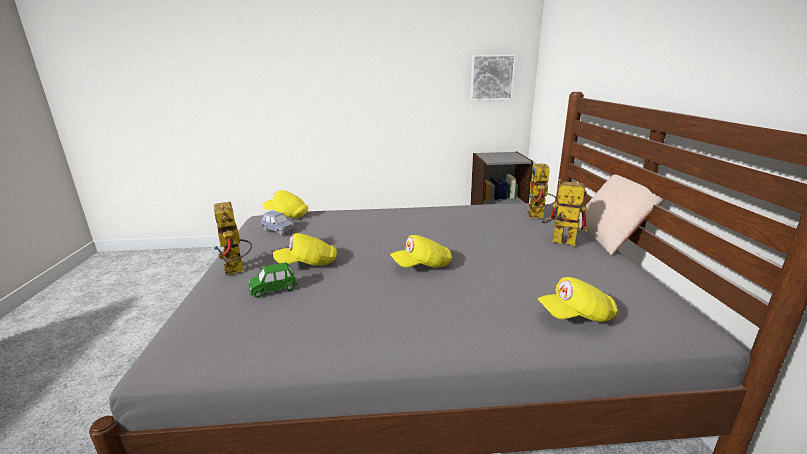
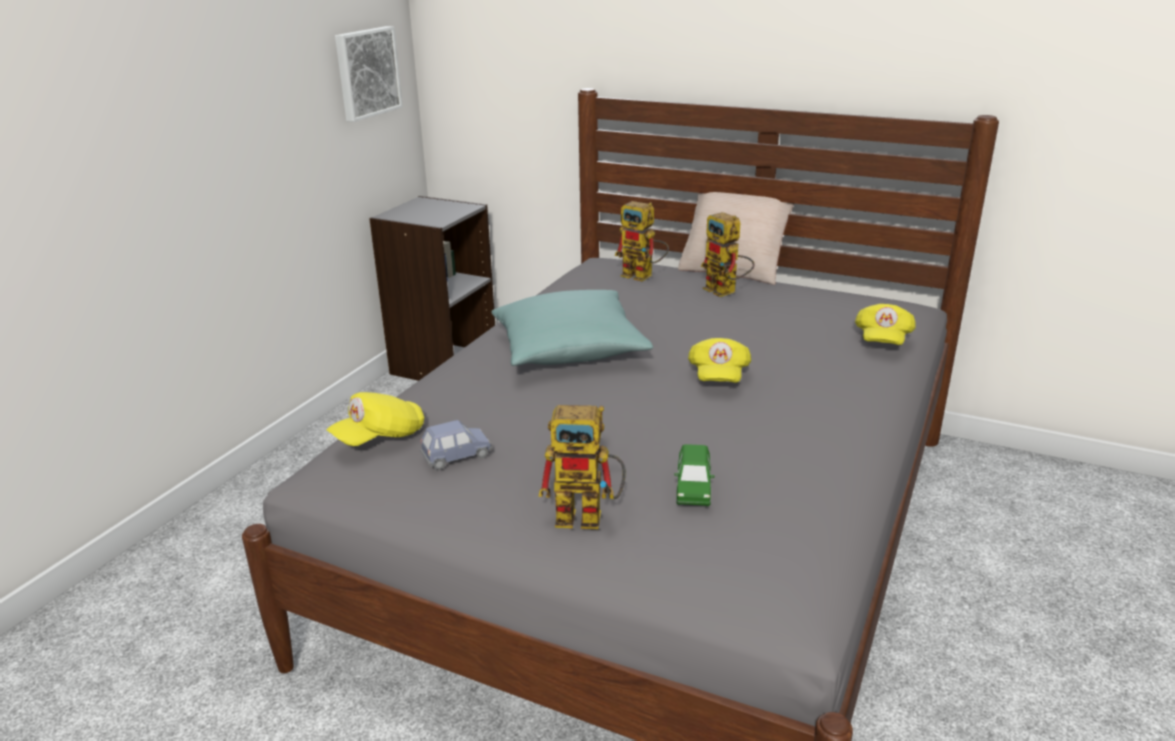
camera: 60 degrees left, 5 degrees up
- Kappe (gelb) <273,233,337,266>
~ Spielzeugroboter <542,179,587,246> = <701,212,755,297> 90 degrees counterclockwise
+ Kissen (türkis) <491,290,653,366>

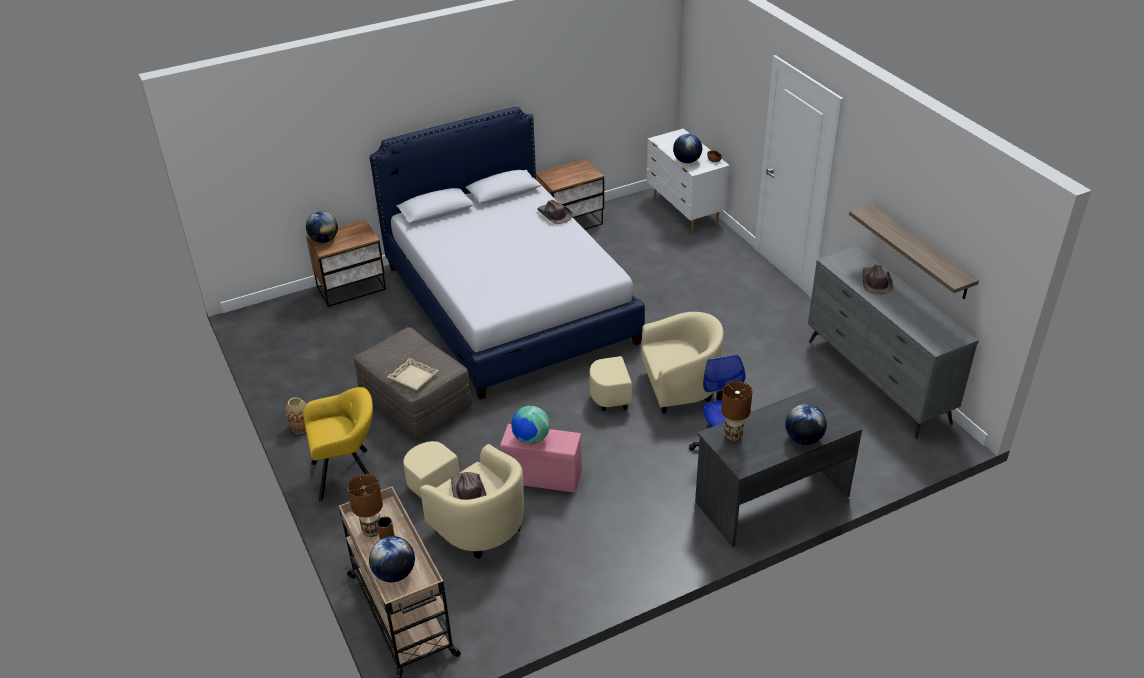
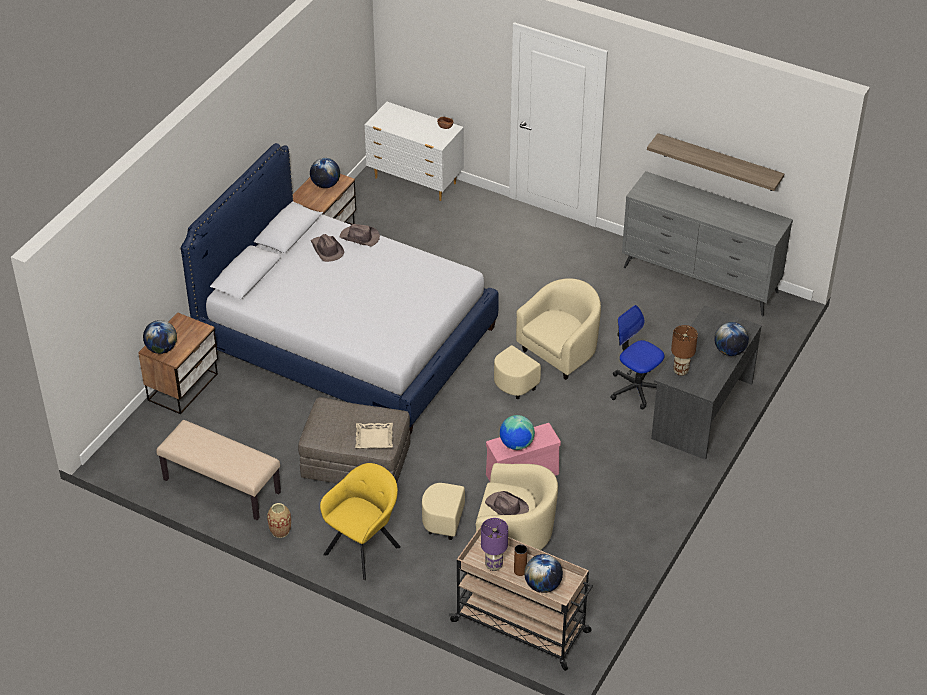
camera: 35 degrees left, 5 degrees up
~ Tischlampe (braun) <347,474,383,537> to Tischlampe (lila) <481,518,508,571>
~ Globus <673,134,702,163> to <310,158,340,188>
~ Hut (braun) <863,265,893,294> to <311,234,344,262>
+ Bank (beige) <156,420,281,520>

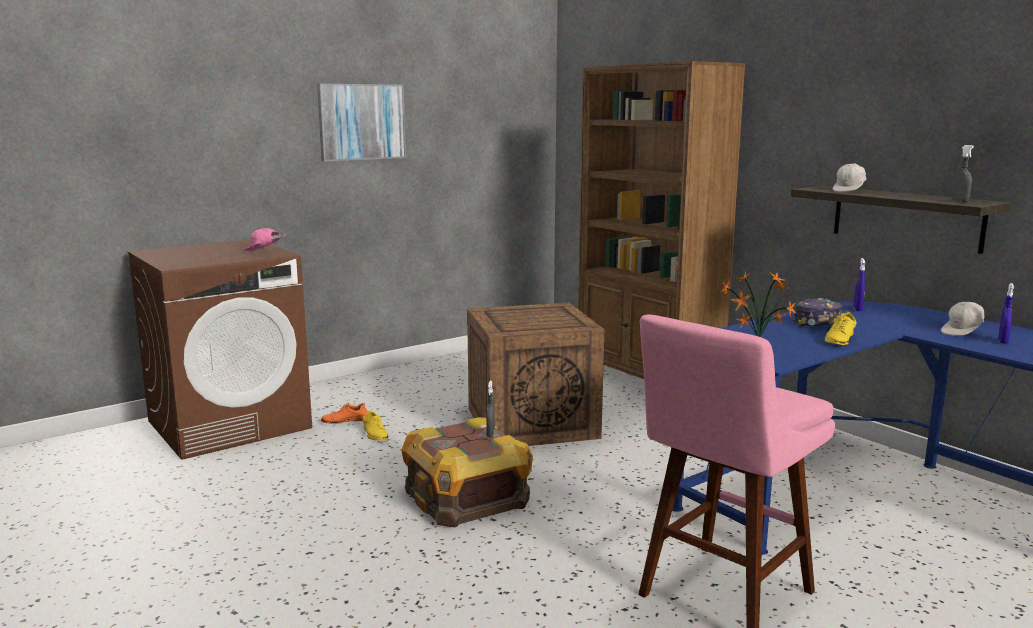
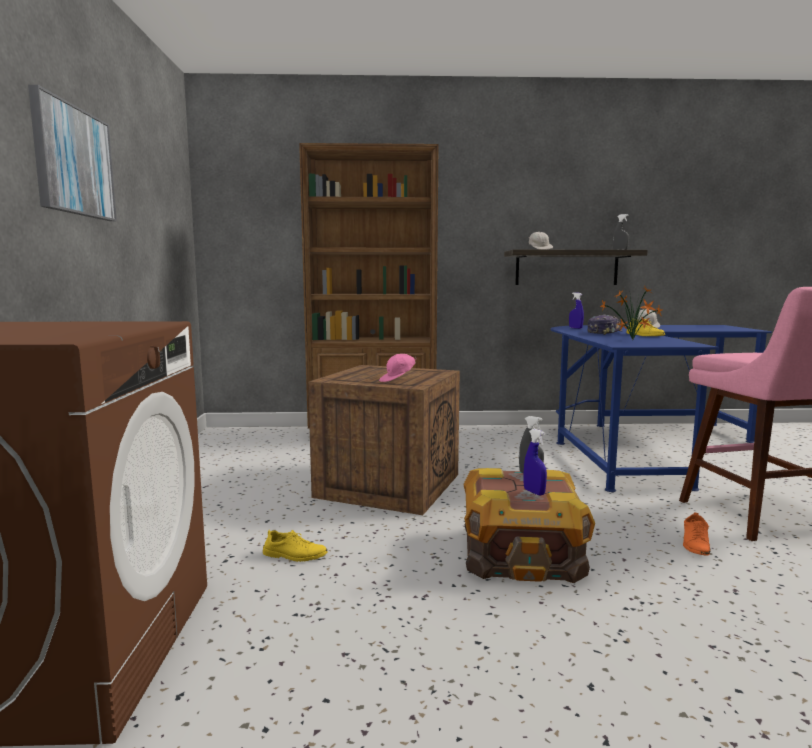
camera: 55 degrees left, 5 degrees down
~ Kappe (rosa) <243,228,285,252> to <379,354,417,382>
~ Schuh (orange) <321,403,368,424> to <683,512,711,556>
~ Sprühflasche (blau) <998,283,1014,344> to <524,429,547,496>

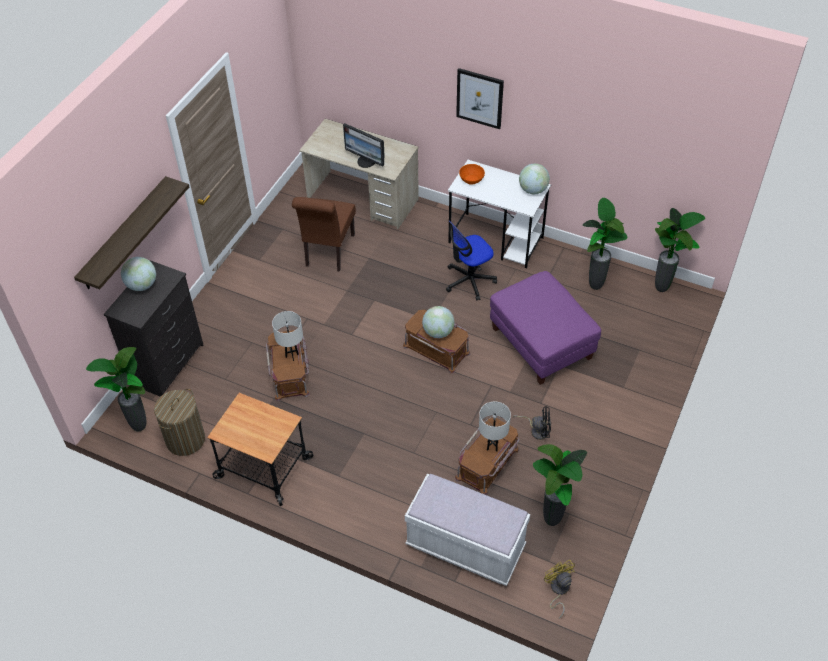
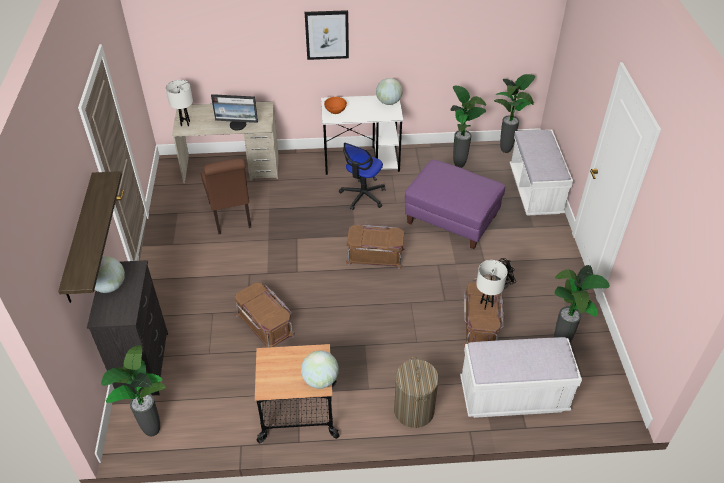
camera: 30 degrees left, 5 degrees down
~ Wäschekorb <154,389,205,456> to <394,357,439,428>
~ Tischlampe (weiß) <272,311,303,361> to <166,80,193,126>
~ Globus <422,306,455,338> to <301,351,339,389>
- Ventilator (gelb) <544,560,575,619>
+ Bank (weiß) <509,130,573,216>

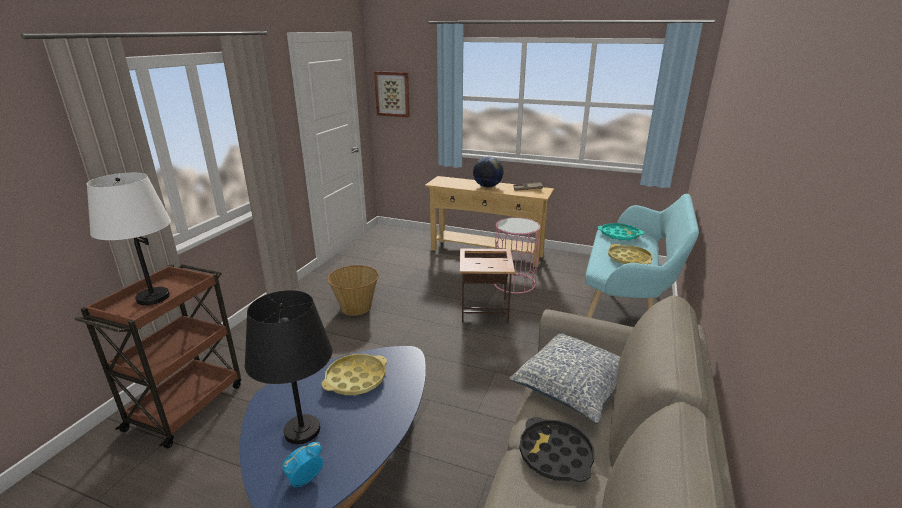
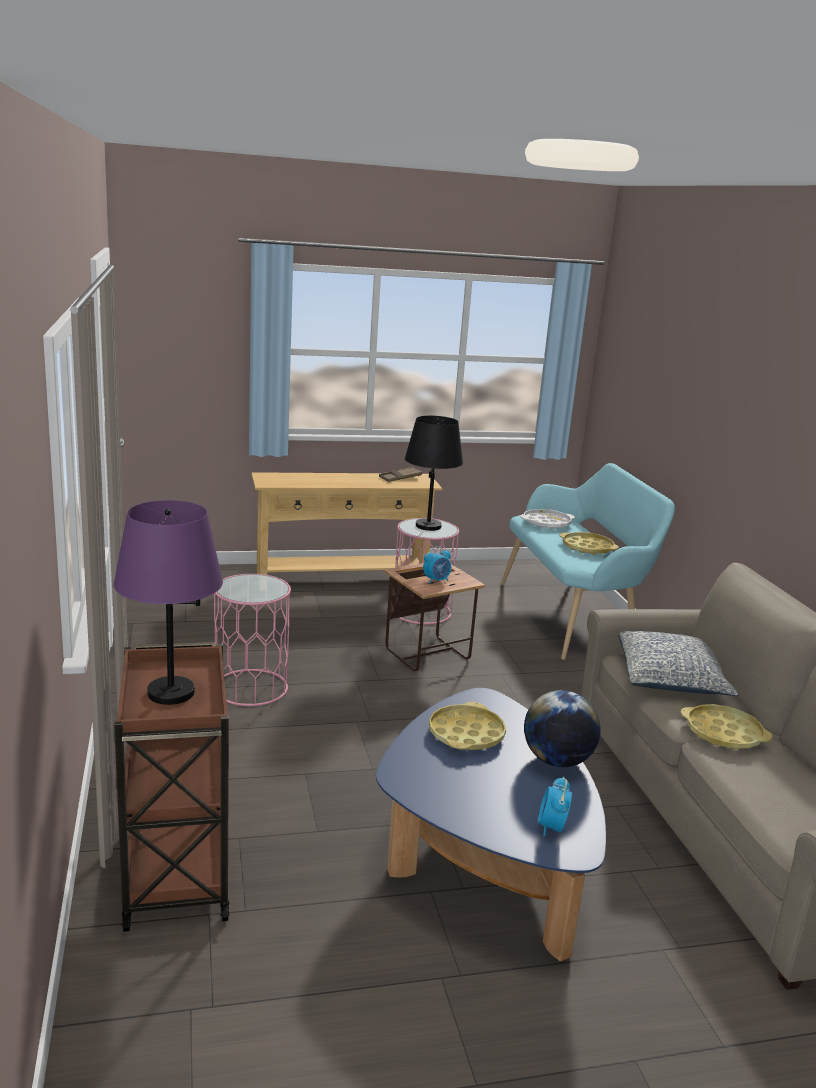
camera: 35 degrees left, 5 degrees down
~ Tischlampe (weiß) <87,173,171,305> to Tischlampe (lila) <114,500,223,705>
~ Tischlampe (schwarz) <245,290,332,444> to <405,416,463,531>
~ Korb <327,265,379,316> to Beistelltisch (rosa) <214,574,291,706>
- Bild <374,71,410,117>
~ Globus <473,156,504,187> to <524,690,601,767>
~ Tablett (schwarz) <519,417,595,482> to Tablett (gelb) <680,704,772,750>
~ Tablett (türkis) <598,223,644,241> to Tablett (weiß) <520,509,575,529>
+ Wecker <423,546,451,584>

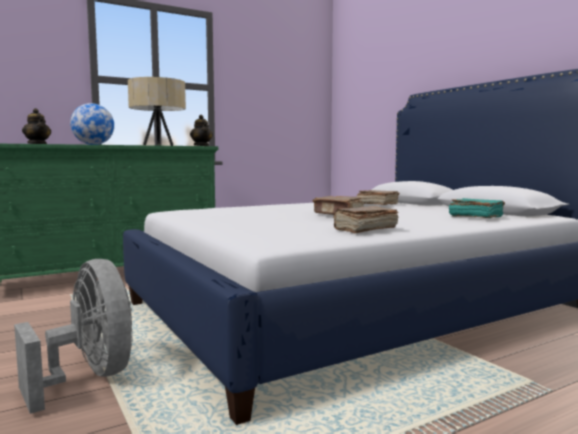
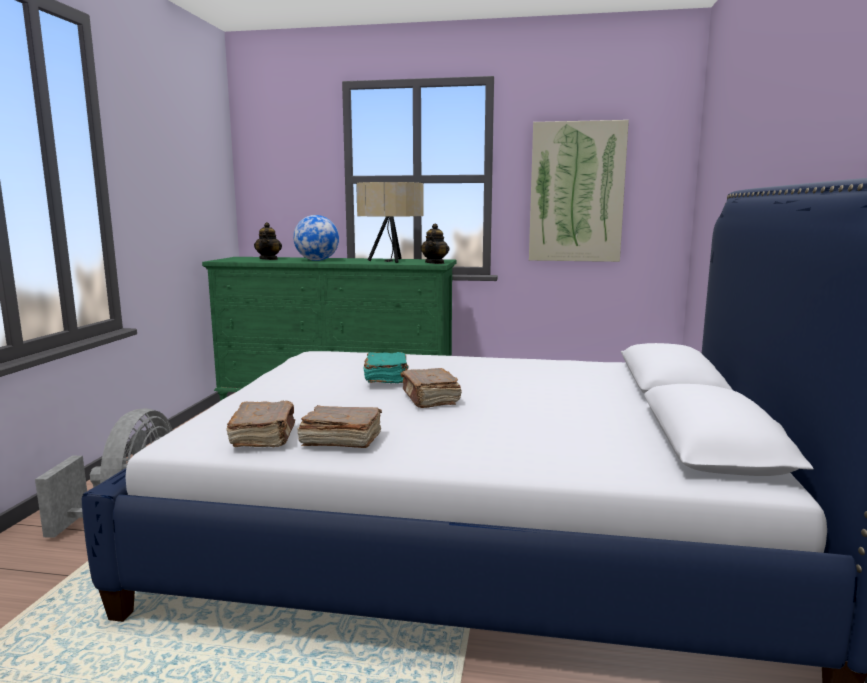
camera: 40 degrees right, 5 degrees up
~ Buch (braun) <357,190,400,205> to <227,401,295,447>
~ Buch (türkis) <449,198,505,218> to <364,352,408,383>
+ Bild <529,120,629,262>

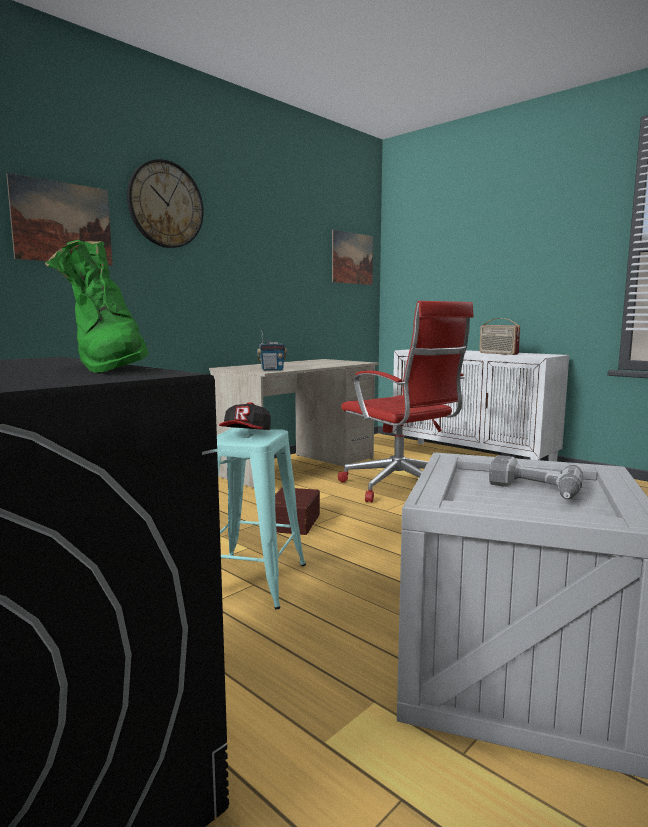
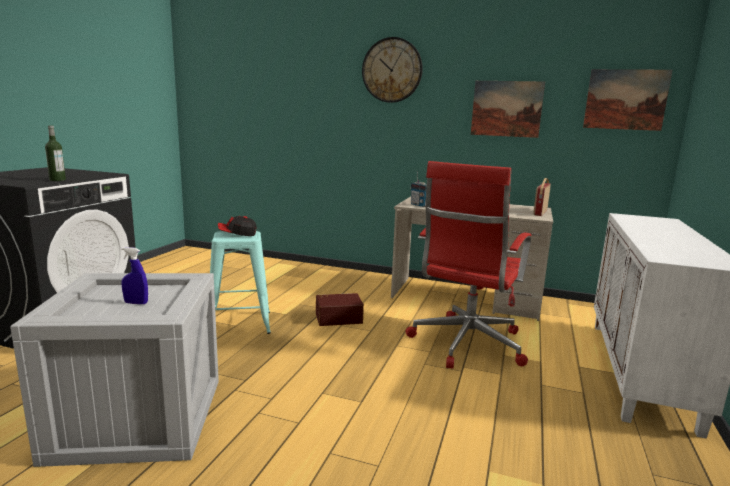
camera: 65 degrees right, 5 degrees up
~ Bild <6,173,113,266> to <471,81,545,138>
~ Stiefel (grün) <45,240,149,373> to Flasche <45,126,66,181>
~ Radio <479,318,520,355> to <534,178,551,216>
~ Bohrmaschine <489,455,583,499> to Sprühflasche (blau) <121,247,148,304>

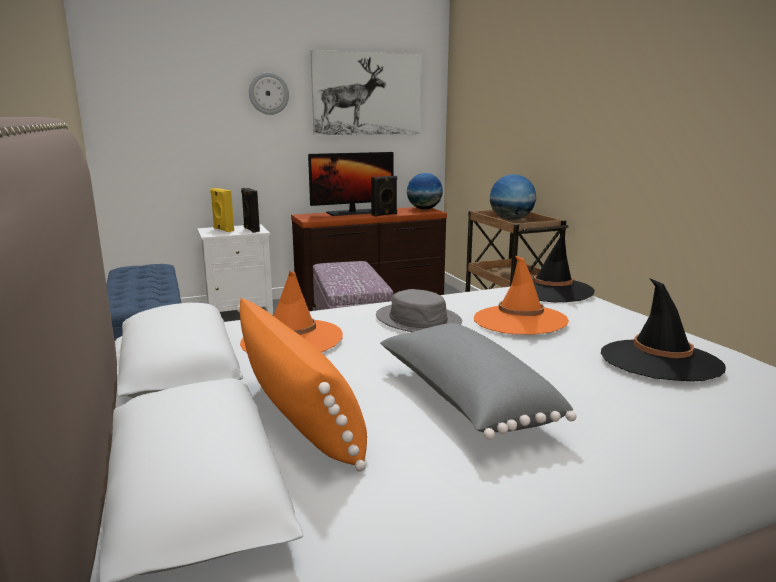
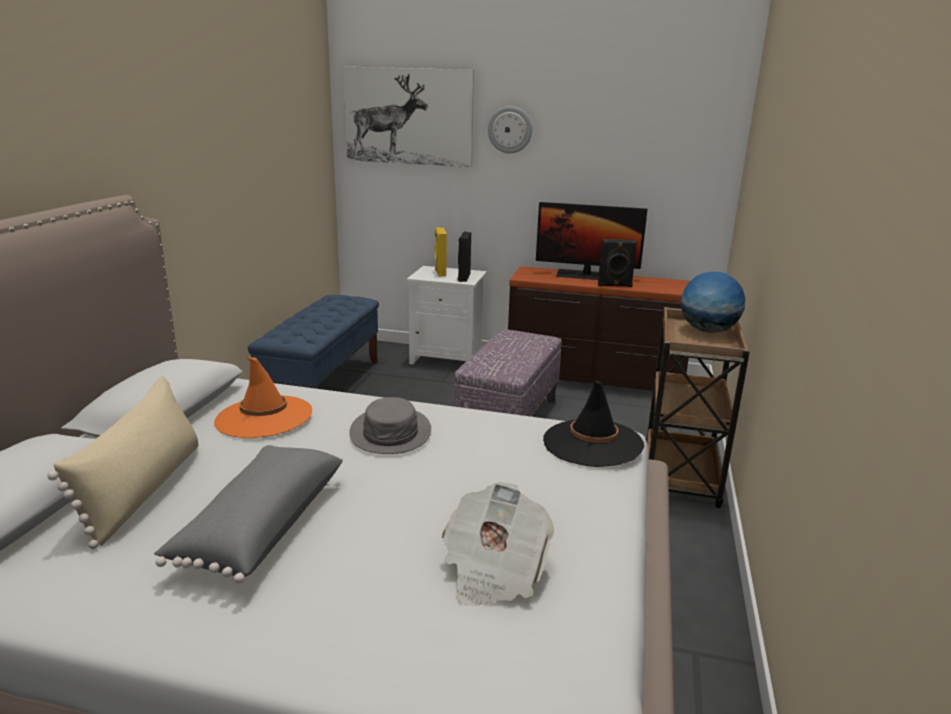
camera: 35 degrees right, 5 degrees up
~ Kissen (orange) <237,298,367,472> to Kissen (beige) <47,376,198,549>
~ Bild <310,50,421,135> to <343,67,474,168>
- Globus <407,173,443,210>
- Hut (orange) <474,256,569,335>
~ Hut (schwarz) <601,278,726,382> to Zeitung <442,482,554,606>

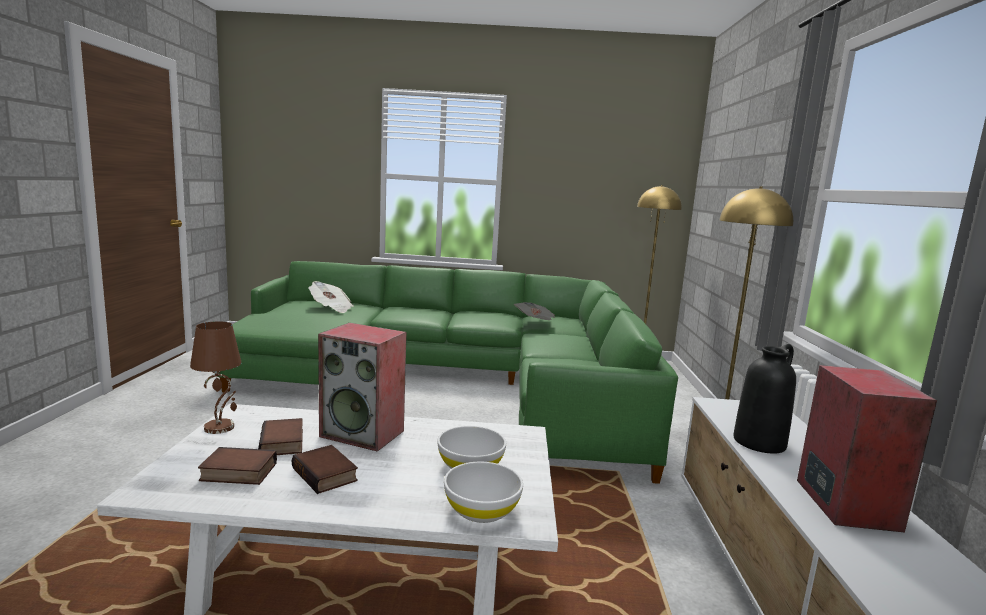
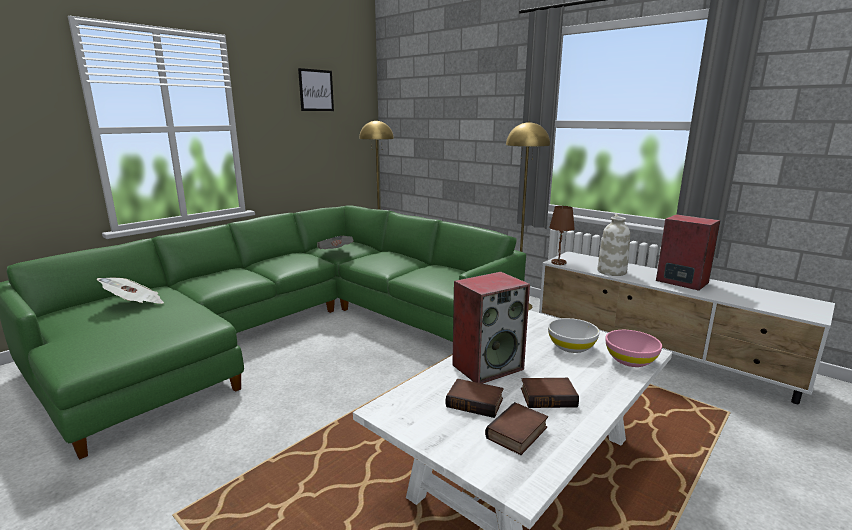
camera: 50 degrees left, 5 degrees up
~ Tischlampe (braun) <190,321,241,434> to <549,206,575,265>
~ Schüssel (weiß) <444,462,523,523> to Schüssel (rosa) <605,330,662,367>
~ Vase (schwarz) <733,344,796,454> to Vase (weiß) <597,214,630,276>
+ Bild <298,68,334,111>

